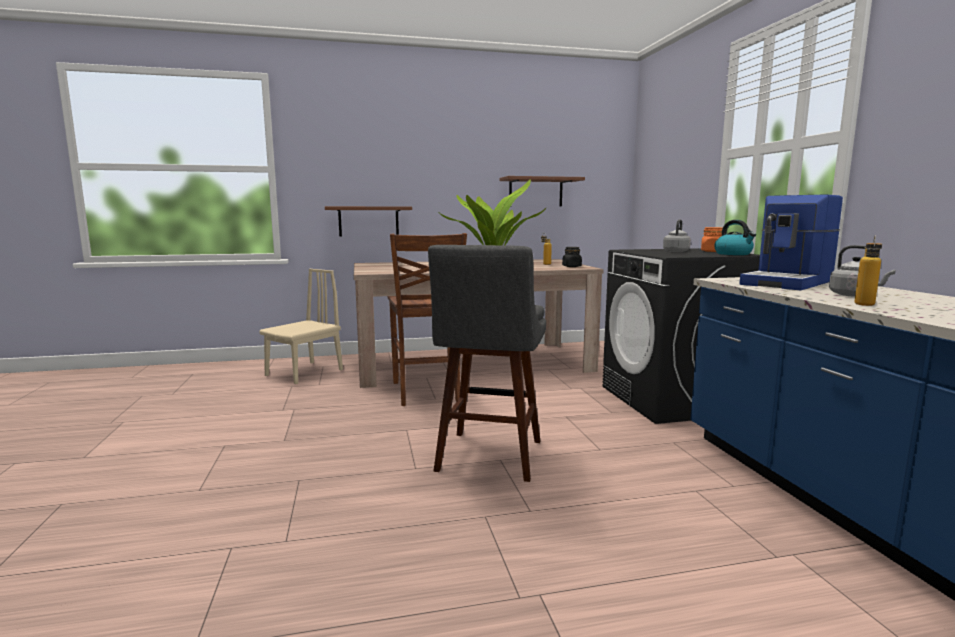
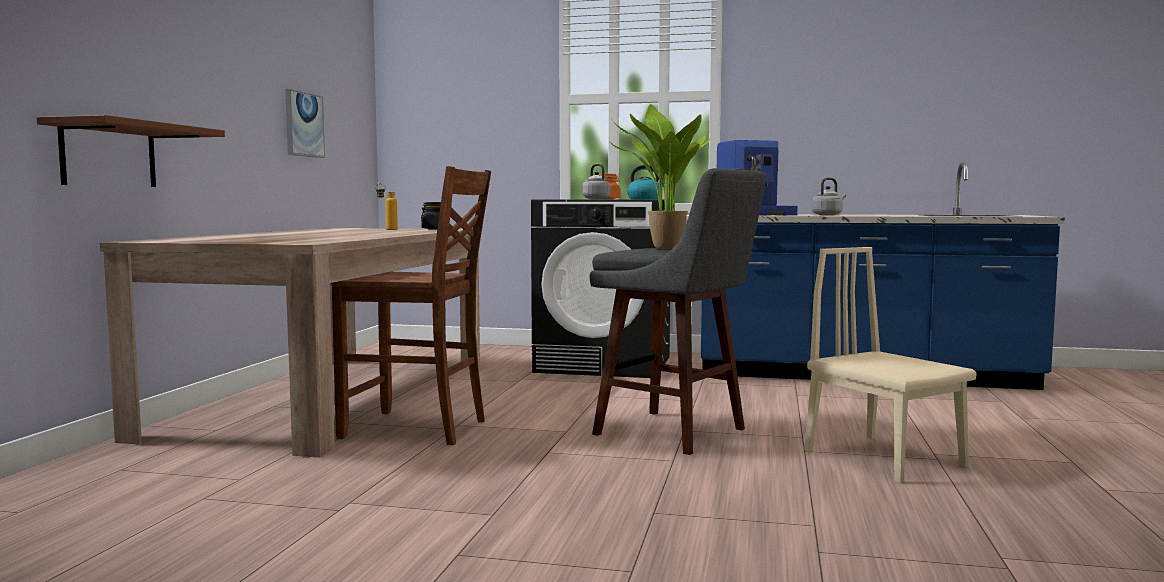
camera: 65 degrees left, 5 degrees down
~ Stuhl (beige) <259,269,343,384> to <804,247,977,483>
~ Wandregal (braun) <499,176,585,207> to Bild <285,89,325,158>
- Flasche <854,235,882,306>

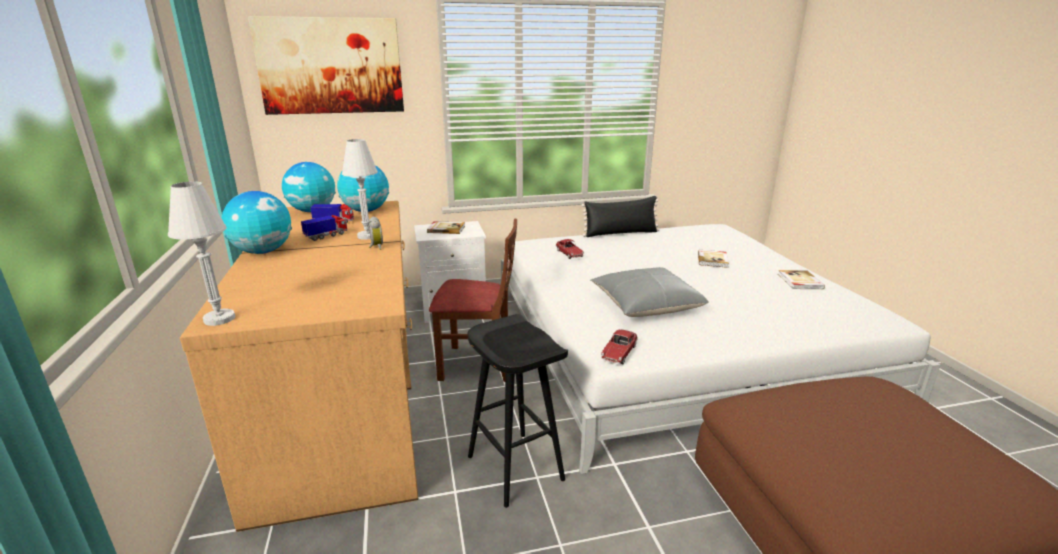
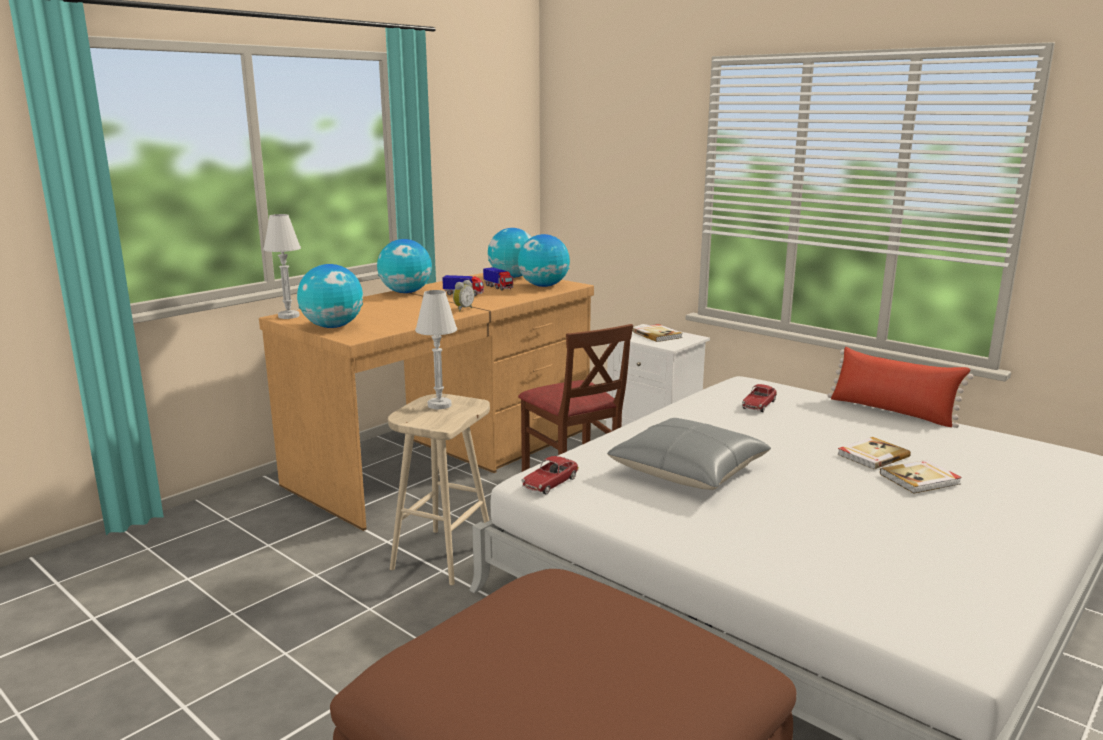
camera: 55 degrees right, 5 degrees down
- Bild <248,16,404,115>
~ Tischlampe (weiß) <342,139,378,240> to <415,290,457,409>
~ Hocker (schwarz) <467,314,568,508> to Hocker (beige) <388,394,490,585>
~ Kissen (schwarz) <581,196,659,237> to Kissen (rot) <827,347,974,428>
~ Spielzeugauto <601,330,638,364> = <521,456,579,495> 45 degrees counterclockwise
~ Buch <778,270,825,289> to <837,437,911,470>
+ Globus <297,264,363,328>

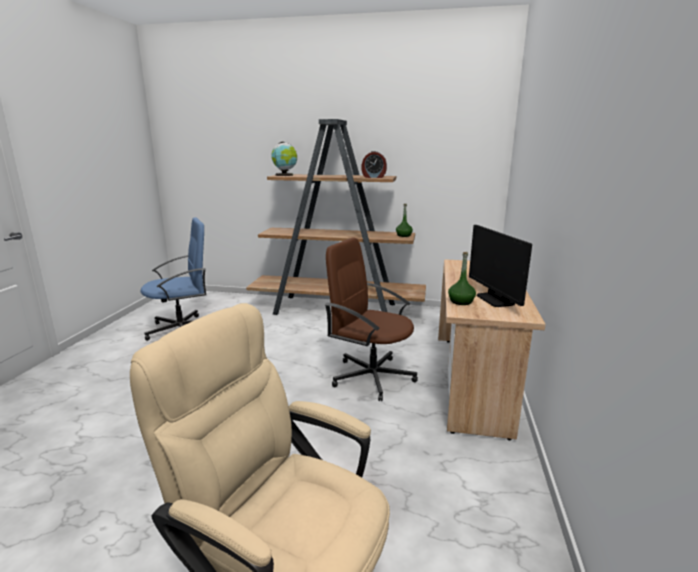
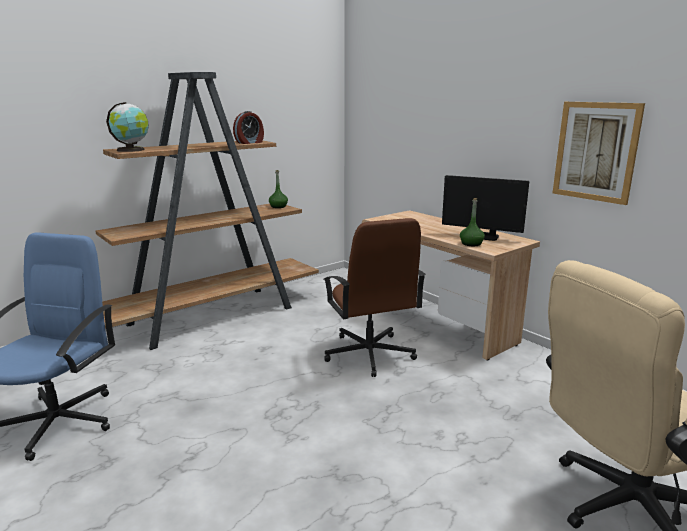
camera: 50 degrees left, 0 degrees up
~ Bürostuhl (braun) <324,237,418,401> = <323,218,426,377> 90 degrees counterclockwise
+ Bild <553,102,645,205>

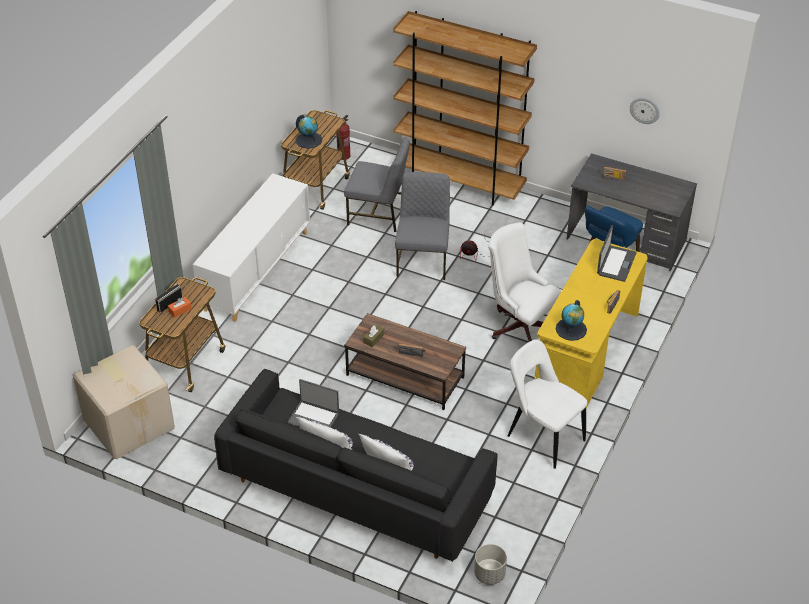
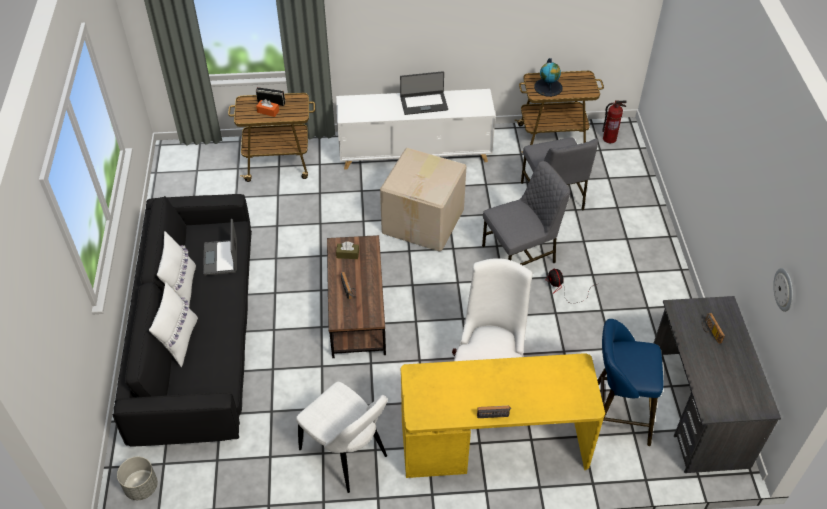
camera: 60 degrees right, 5 degrees up
~ Karton <73,345,175,459> to <380,148,466,252>
- Bücherregal (braun) <393,11,537,205>
~ Stuhl (weiß) <508,339,588,469> = <296,382,387,493> 120 degrees clockwise
- Globus <556,300,587,341>
~ Laptop <597,225,637,282> to <400,71,448,115>

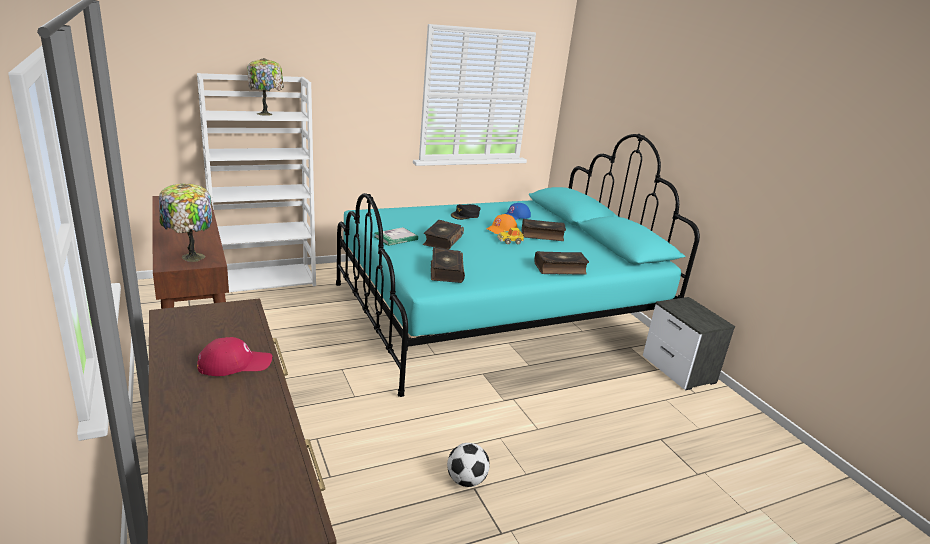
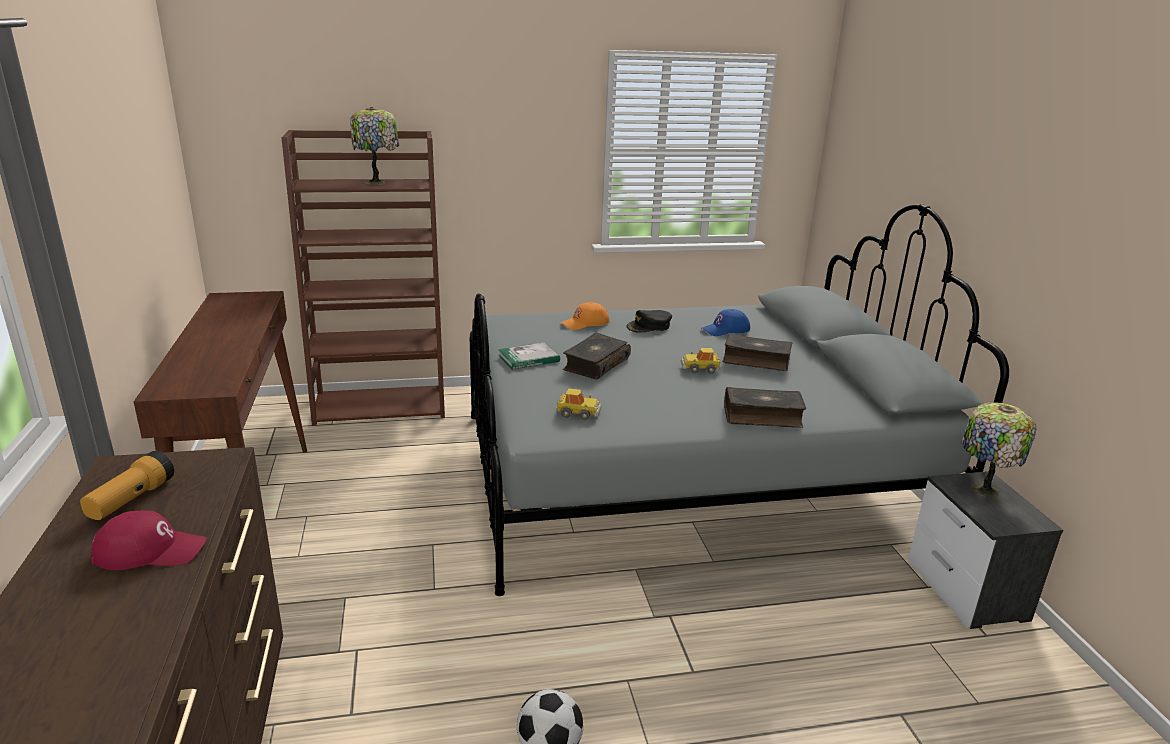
camera: 15 degrees right, 0 degrees up
~ Tischlampe <159,184,212,262> to <961,402,1036,499>
~ Bücherregal (weiß) <197,73,316,292> to Bücherregal (braun) <281,130,445,426>
~ Bett (türkis) <336,134,700,397> to Bett (grau) <470,204,1009,596>
~ Buch <431,248,465,283> to Spielzeugauto <556,388,601,420>
~ Kappe (orange) <487,214,517,234> to <561,302,609,330>
+ Taschenlampe <80,451,175,520>

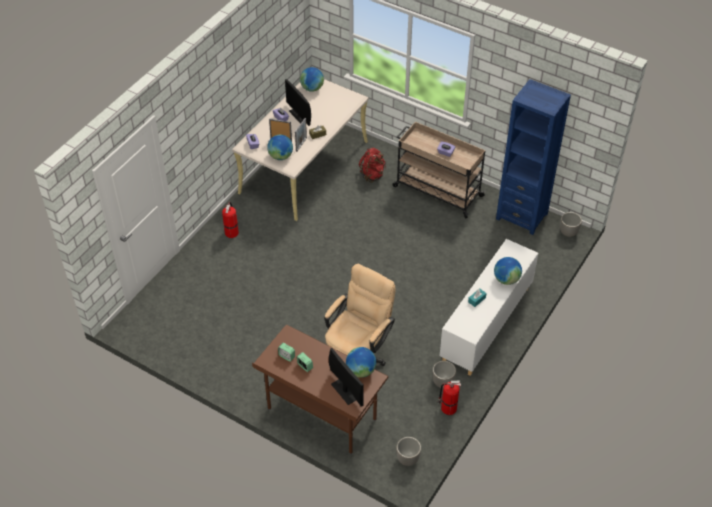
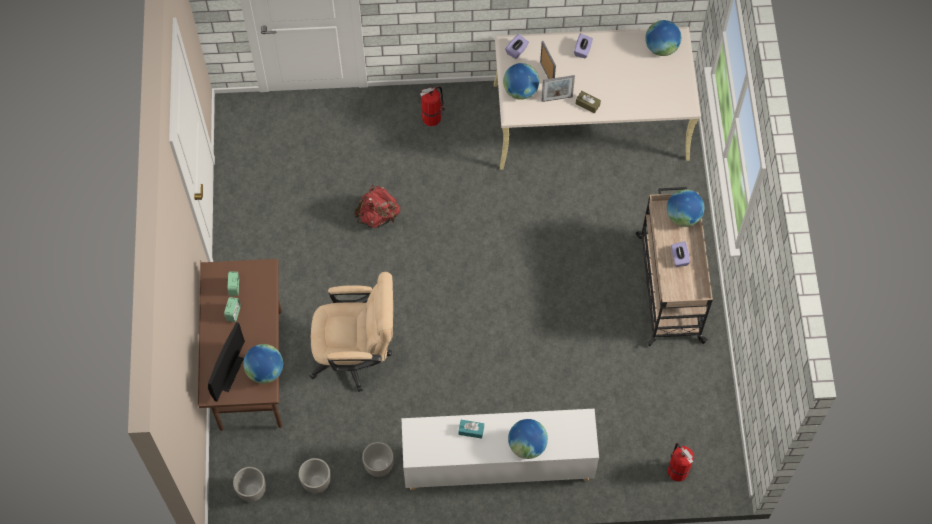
camera: 55 degrees right, 15 degrees up
- Monitor <285,79,311,126>
~ Rucksack (rot) <359,148,386,183> to <354,185,400,228>
~ Feuerlöscher <438,380,461,415> to <668,443,694,481>
- Bücherregal (blau) <496,79,571,235>
~ Pflanzkübel <560,212,582,237> to <298,458,331,493>
+ Globus <667,189,704,227>

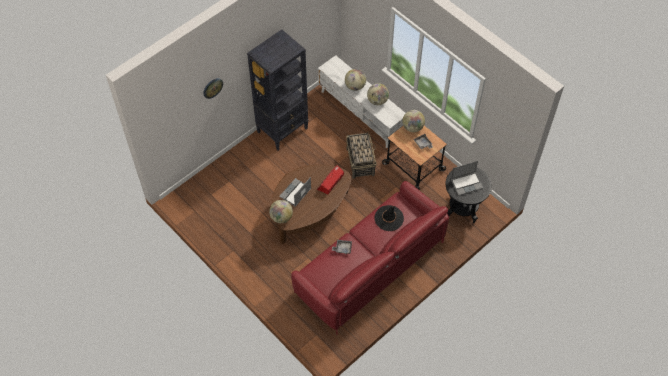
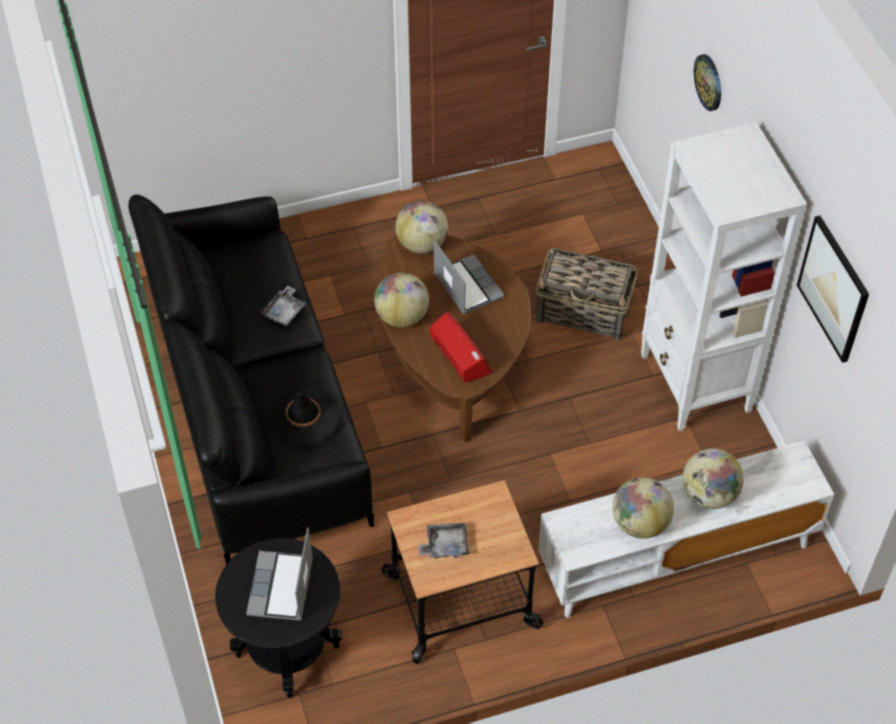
camera: 115 degrees right, 5 degrees down
~ Bücherregal (schwarz) <247,29,308,151> to Bücherregal (weiß) <641,122,807,431>
~ Sofa (rot) <291,181,449,335> to Sofa (schwarz) <128,195,374,564>
~ Korb <346,132,377,179> to <536,248,638,341>
~ Globus <402,110,425,132> to <374,273,429,327>
+ Bild <797,215,869,363>

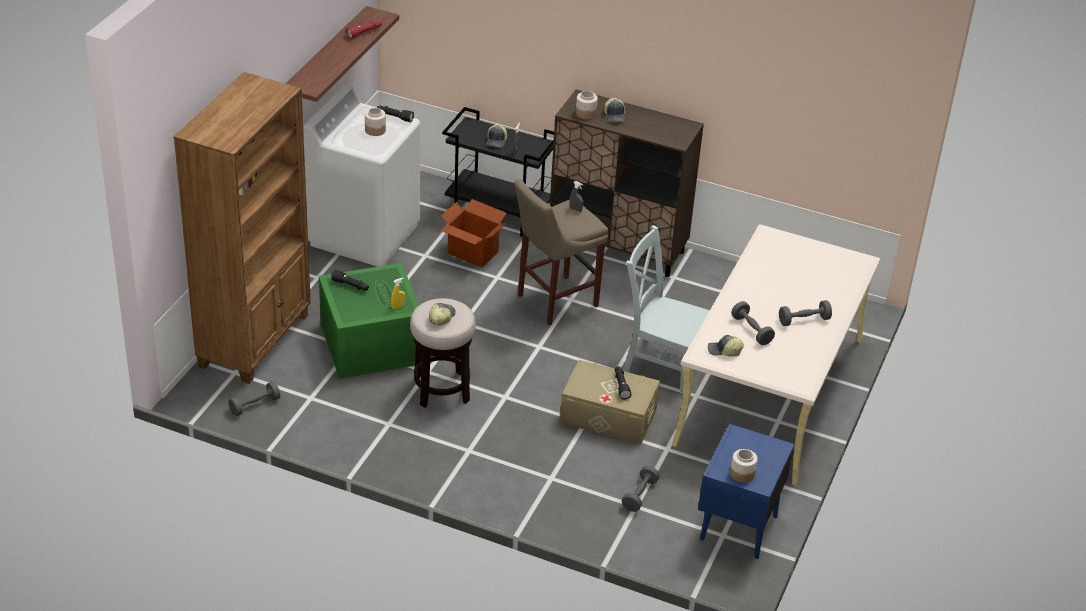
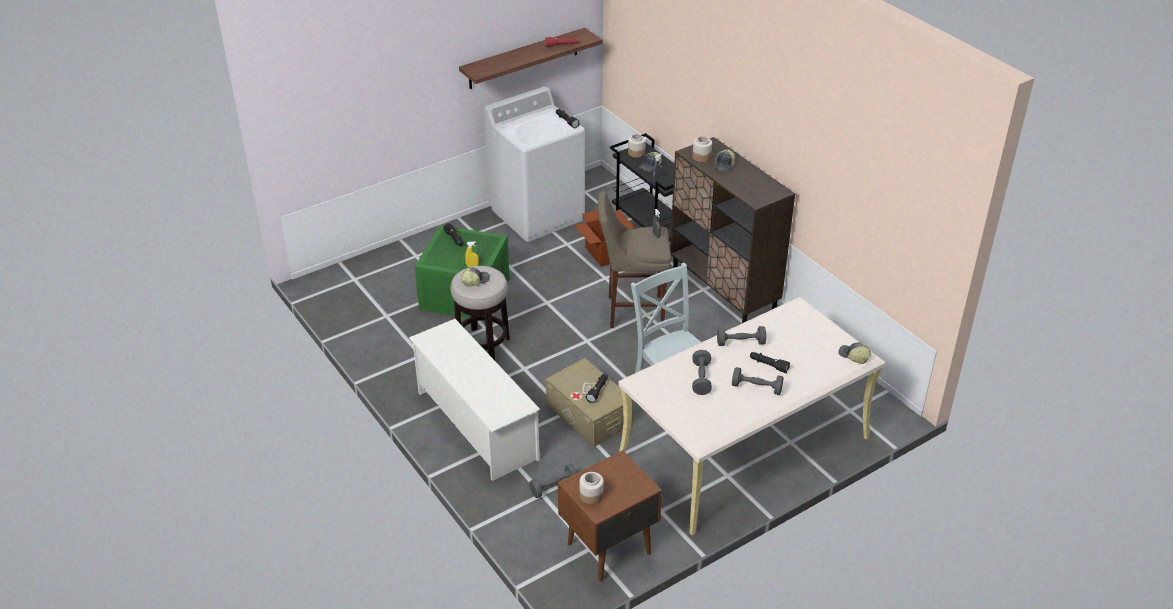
camera: 35 degrees right, 0 degrees up
- Bücherregal (braun) <174,72,311,384>
~ Hantel (grau) <229,381,280,416> to <717,326,766,346>
~ Vorratsglas <365,108,386,136> to <628,134,646,158>
~ Nachttisch (blau) <698,424,794,559> to Nachttisch (braun) <558,450,662,581>
~ Kappe <708,335,744,356> to <838,342,871,364>
+ Schuhregal (weiß) <409,319,540,481>
+ Taschenlampe (schwarz) <750,352,790,373>

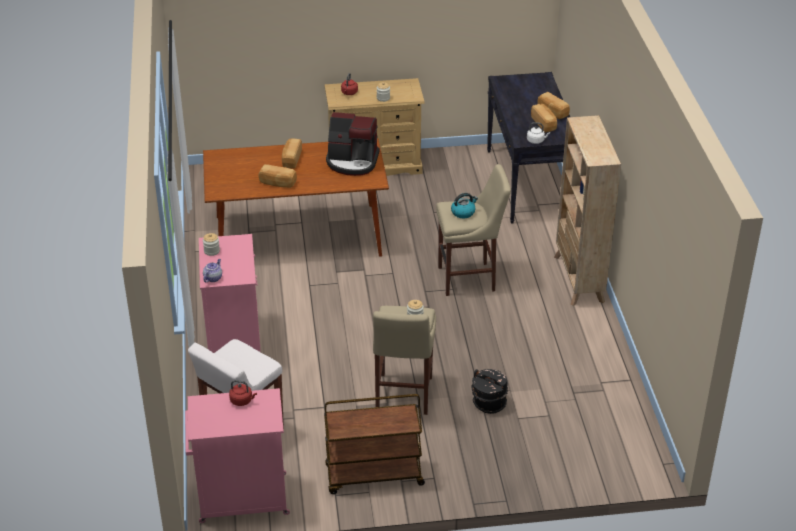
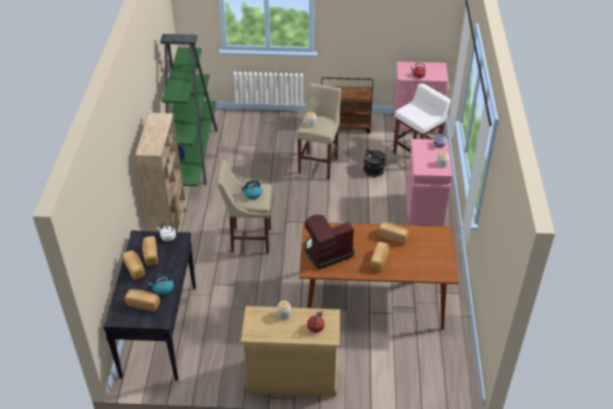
camera: 170 degrees left, 5 degrees up
~ Kaffeemaschine <326,112,380,176> = <304,215,355,269> 45 degrees counterclockwise
~ Eimer (schwarz) <471,369,508,414> to <363,149,386,177>
+ Brot <125,289,160,312>
+ Wasserkessel <148,274,174,295>
+ Bücherregal (grün) <160,34,218,186>

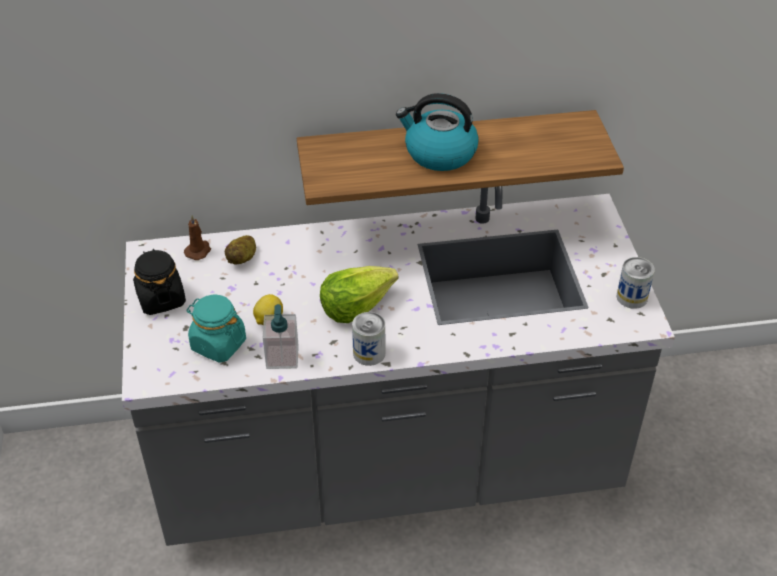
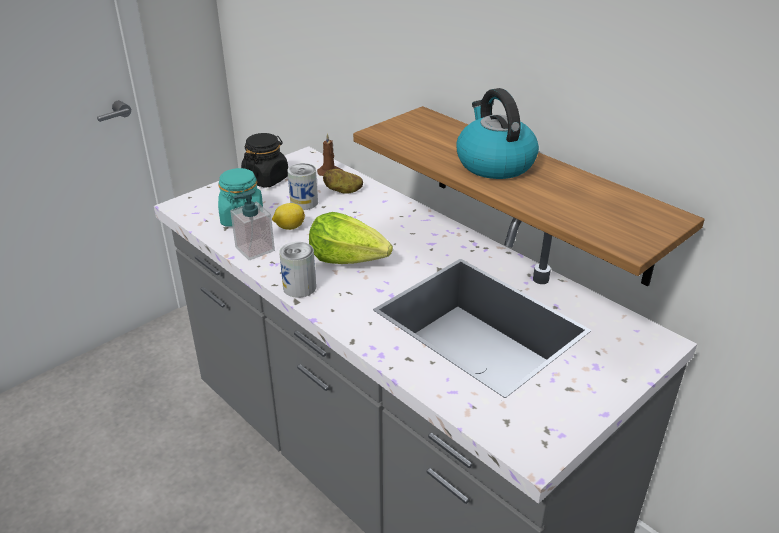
camera: 55 degrees right, 10 degrees down
~ Dose <616,257,655,309> to <288,163,318,210>

